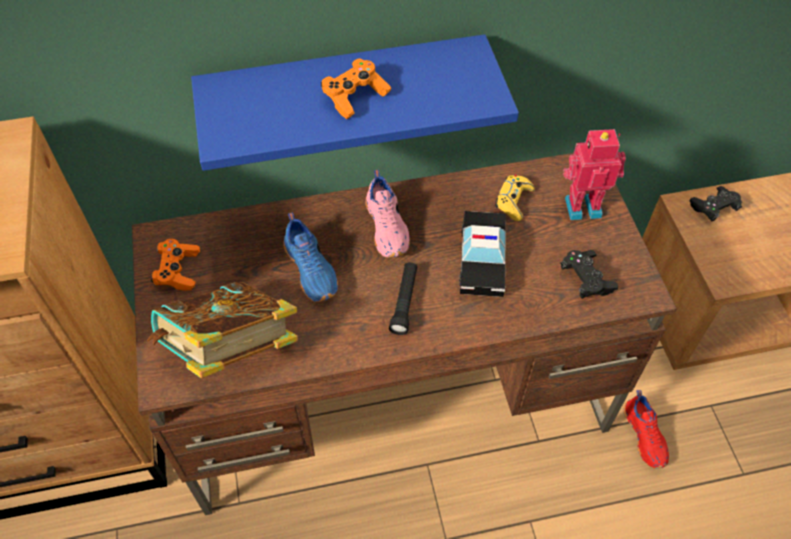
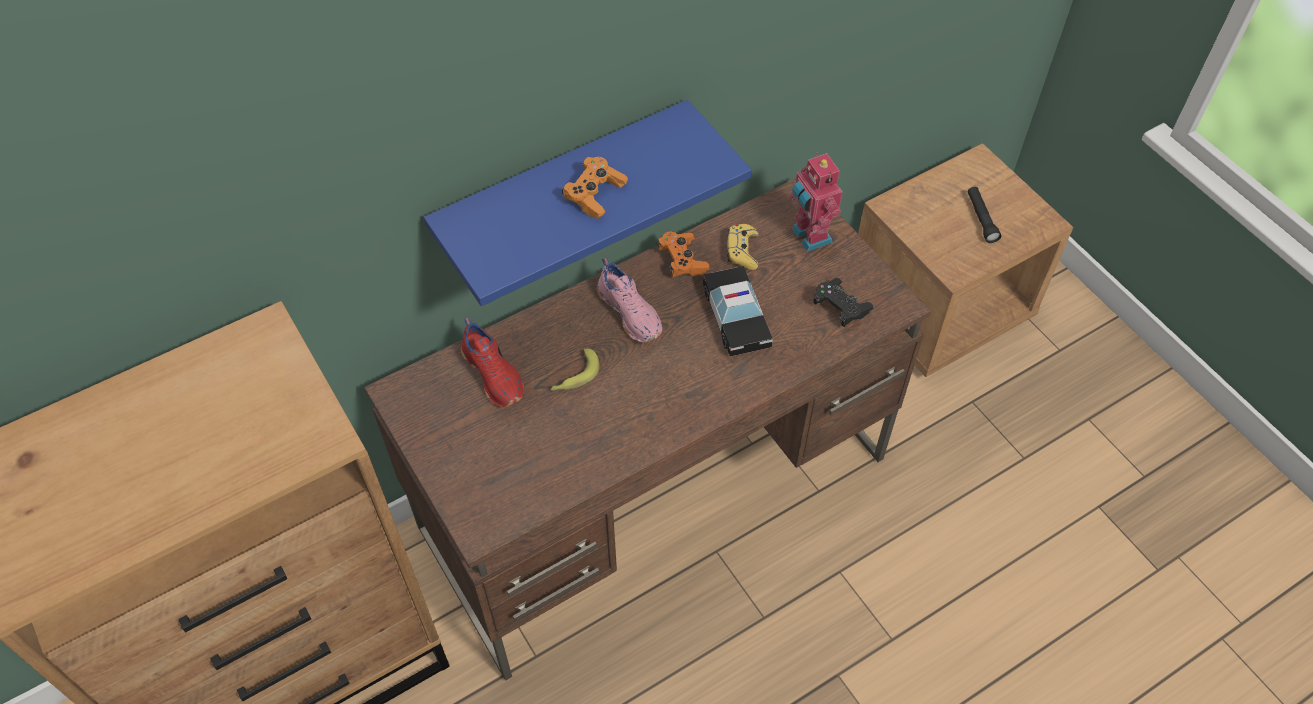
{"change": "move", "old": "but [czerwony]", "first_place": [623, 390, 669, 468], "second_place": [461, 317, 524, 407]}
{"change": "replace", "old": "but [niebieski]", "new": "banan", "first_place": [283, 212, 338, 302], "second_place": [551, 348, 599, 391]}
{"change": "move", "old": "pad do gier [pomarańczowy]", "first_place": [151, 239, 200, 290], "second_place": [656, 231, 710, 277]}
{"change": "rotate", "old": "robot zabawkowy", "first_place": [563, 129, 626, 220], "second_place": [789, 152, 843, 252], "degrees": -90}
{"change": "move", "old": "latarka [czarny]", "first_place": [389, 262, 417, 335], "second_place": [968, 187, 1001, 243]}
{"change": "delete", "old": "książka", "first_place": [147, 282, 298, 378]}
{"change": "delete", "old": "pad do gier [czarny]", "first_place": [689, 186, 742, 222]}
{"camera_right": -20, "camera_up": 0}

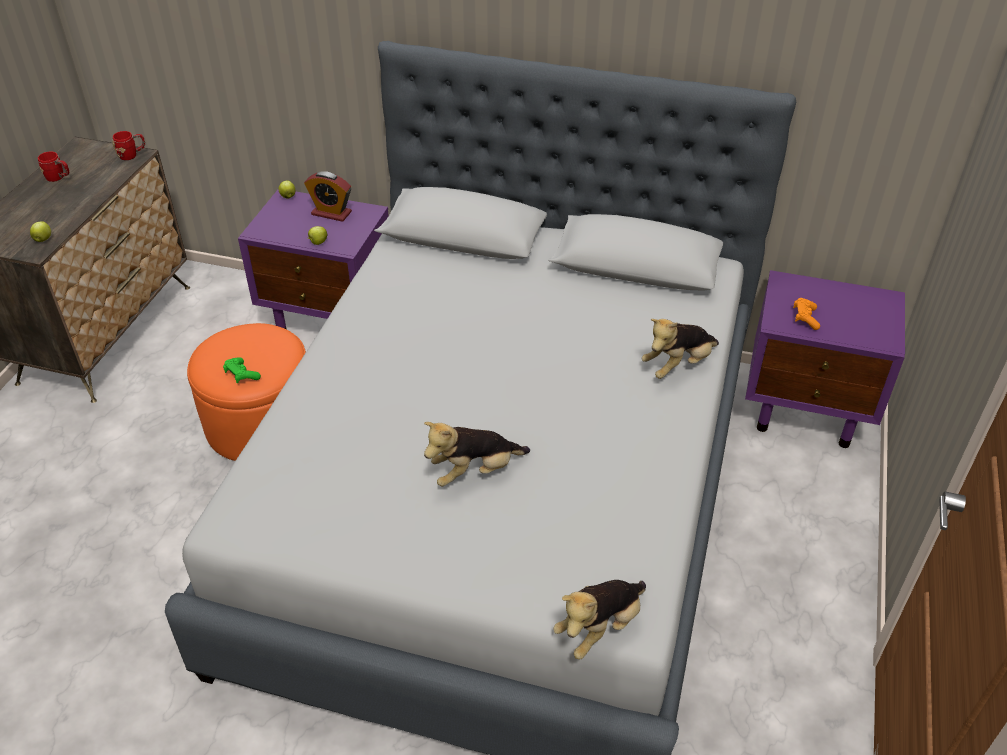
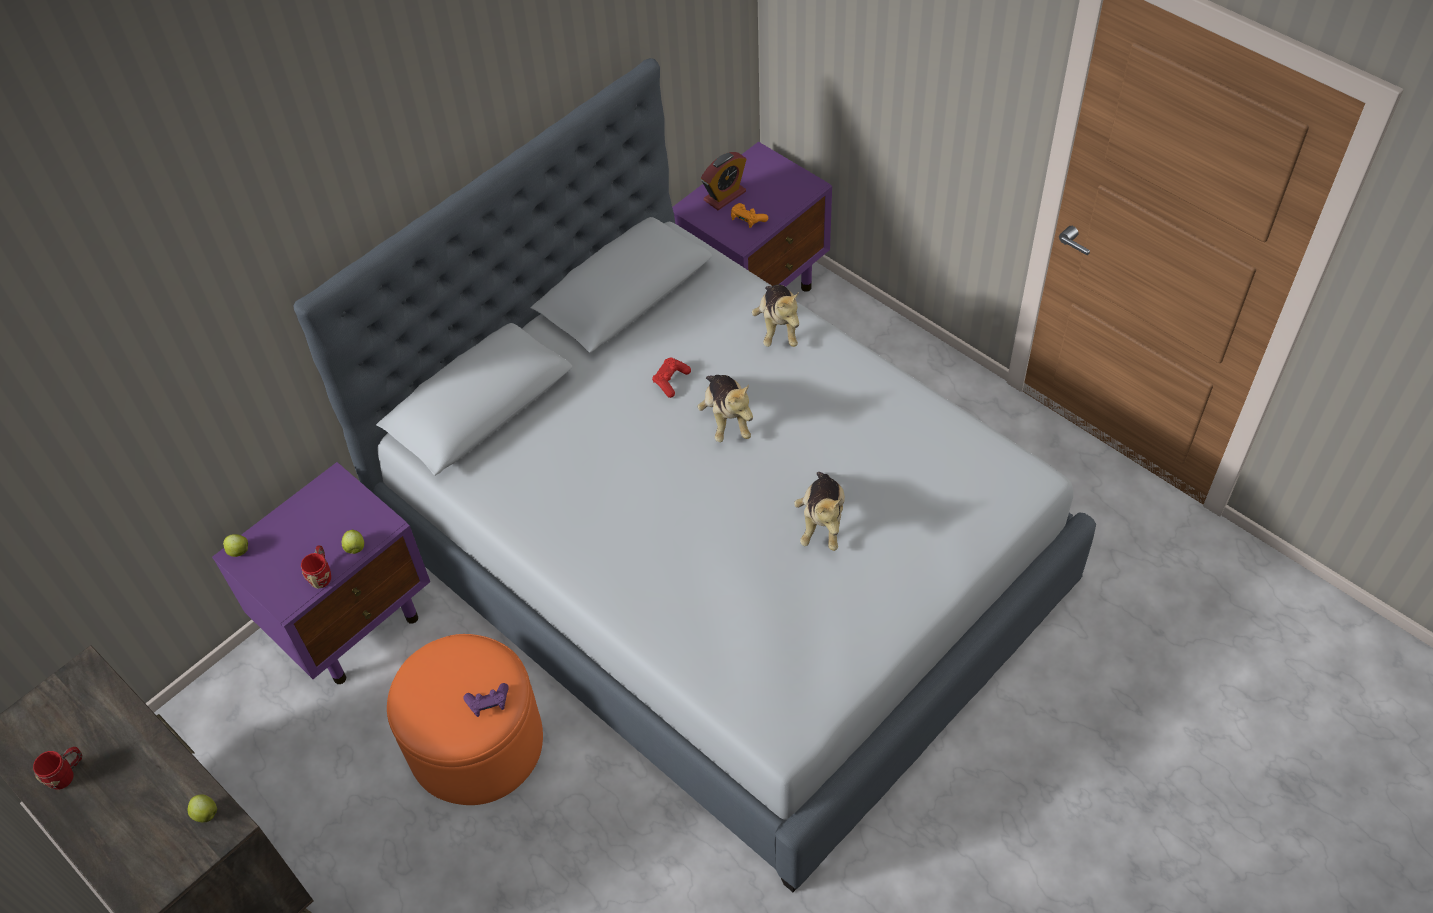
{"change": "move", "old": "kubek [czerwony]", "first_place": [112, 131, 145, 160], "second_place": [301, 546, 331, 589]}
{"change": "recolor", "old": "pad do gier [zielony]", "new": "pad do gier [fioletowy]", "first_place": [223, 357, 261, 383], "second_place": [463, 683, 509, 717]}
{"change": "insert", "new": "pad do gier [czerwony]", "second_place": [652, 358, 691, 398]}
{"change": "move", "old": "pluszak", "first_place": [553, 580, 646, 659], "second_place": [698, 375, 753, 442]}
{"change": "move", "old": "budzik", "first_place": [304, 171, 352, 222], "second_place": [701, 152, 746, 210]}
{"camera_right": -60, "camera_up": 10}

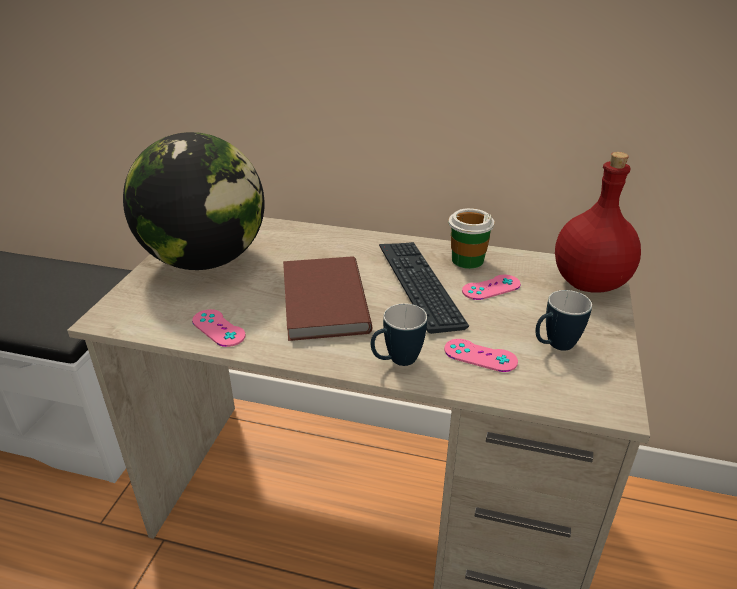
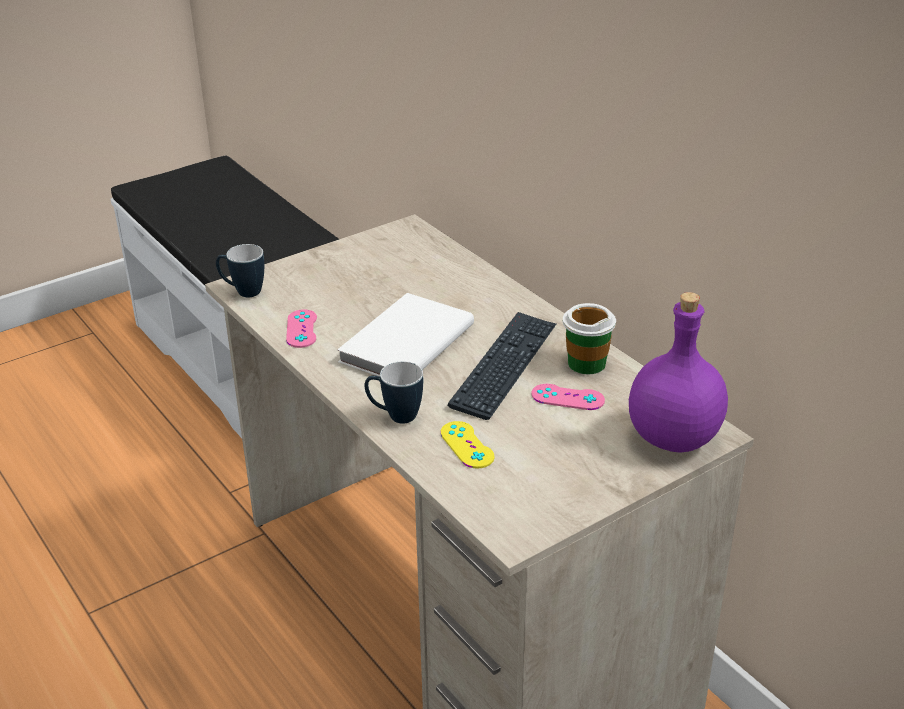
{"change": "move", "old": "kubek", "first_place": [535, 290, 592, 351], "second_place": [216, 244, 264, 298]}
{"change": "recolor", "old": "książka [brązowy]", "new": "książka [biały]", "first_place": [283, 256, 372, 341], "second_place": [337, 293, 474, 376]}
{"change": "recolor", "old": "pad do gier [różowy]", "new": "pad do gier [żółty]", "first_place": [444, 339, 518, 372], "second_place": [440, 421, 494, 468]}
{"change": "recolor", "old": "butelka [czerwony]", "new": "butelka [fioletowy]", "first_place": [555, 152, 641, 293], "second_place": [629, 292, 728, 453]}
{"change": "delete", "old": "globus", "first_place": [123, 132, 264, 270]}
{"camera_right": 40, "camera_up": 0}

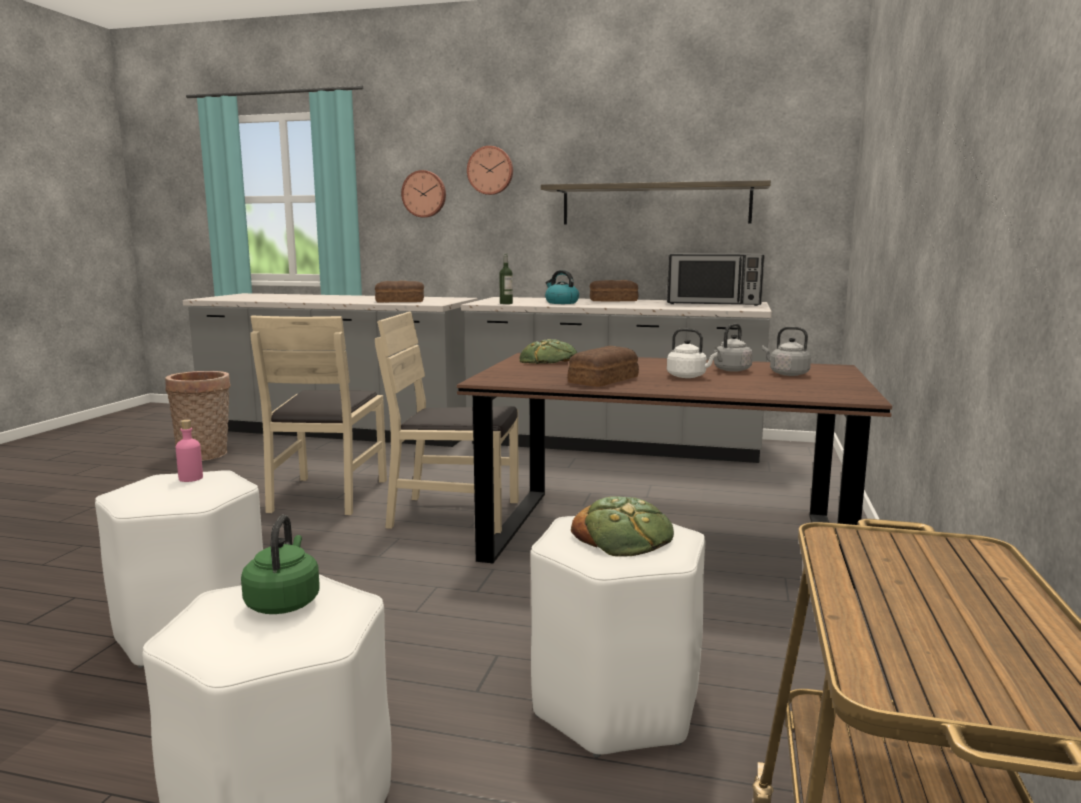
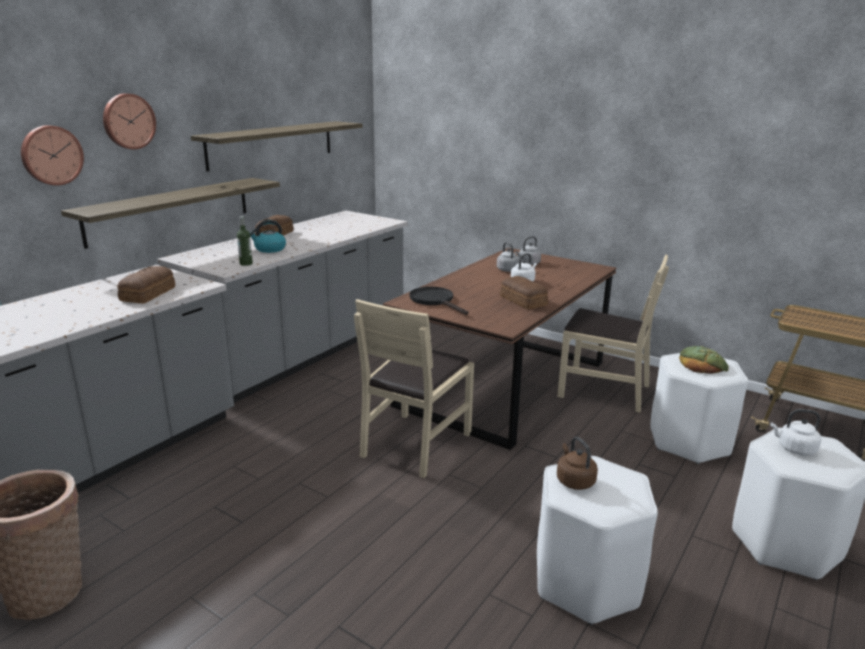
{"change": "insert", "new": "półka", "second_place": [61, 178, 280, 249]}
{"change": "replace", "old": "chleb", "new": "patelnia [czarny]", "first_place": [520, 339, 577, 364], "second_place": [410, 287, 468, 315]}
{"change": "move", "old": "krzesło [beżowy]", "first_place": [250, 315, 387, 515], "second_place": [557, 255, 669, 413]}
{"change": "replace", "old": "butelka [różowy]", "new": "czajnik [brązowy]", "first_place": [176, 420, 203, 482], "second_place": [557, 437, 598, 490]}
{"change": "recolor", "old": "czajnik [zielony]", "new": "czajnik [biały]", "first_place": [241, 515, 320, 614], "second_place": [770, 409, 821, 456]}
{"change": "delete", "old": "mikrofalówka", "first_place": [667, 253, 765, 306]}
{"camera_right": -70, "camera_up": 10}

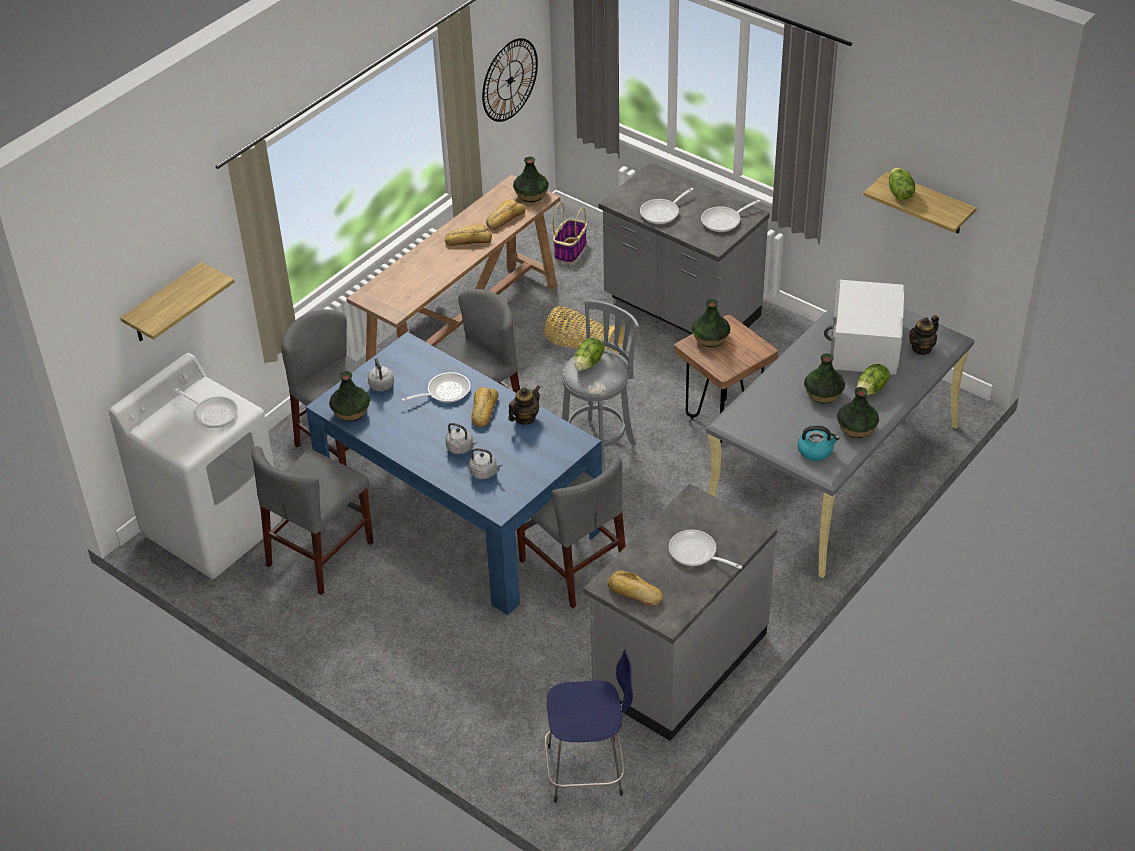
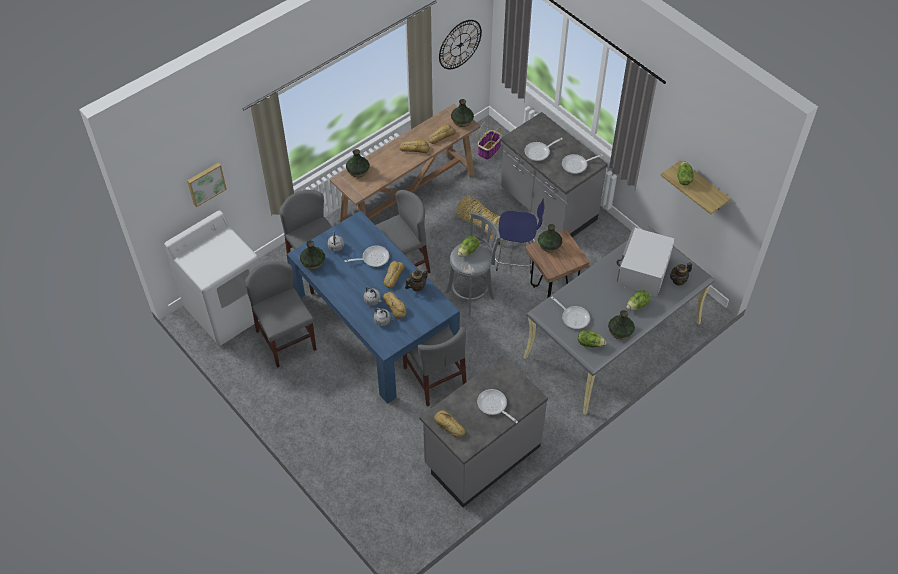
{"change": "replace", "old": "półka", "new": "obraz", "first_place": [120, 262, 235, 341], "second_place": [187, 163, 227, 207]}
{"change": "rotate", "old": "krzesło [szary]", "first_place": [251, 446, 373, 595], "second_place": [245, 261, 317, 368], "degrees": 105}
{"change": "move", "old": "wazon", "first_place": [804, 353, 845, 403], "second_place": [346, 149, 370, 177]}
{"change": "insert", "new": "chleb", "second_place": [383, 292, 407, 319]}
{"change": "move", "old": "stołek [niebieski]", "first_place": [544, 649, 633, 803], "second_place": [495, 198, 545, 274]}
{"change": "move", "old": "patelnia", "first_place": [174, 389, 238, 428], "second_place": [551, 296, 590, 329]}
{"change": "replace", "old": "czajnik", "new": "sałata", "first_place": [798, 425, 840, 461], "second_place": [578, 330, 606, 348]}
{"camera_right": 10, "camera_up": 10}

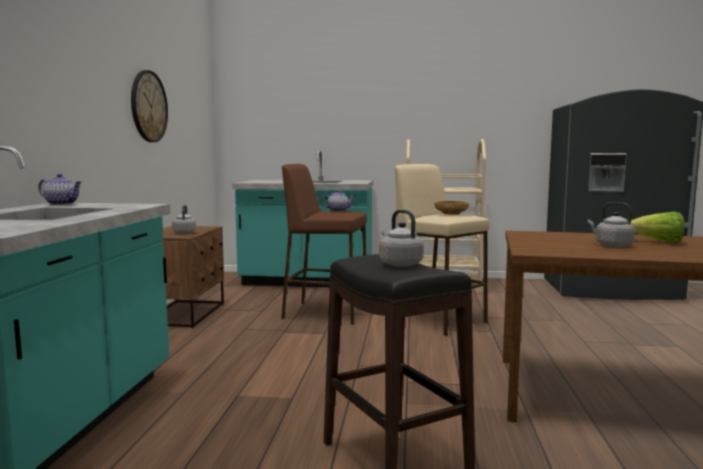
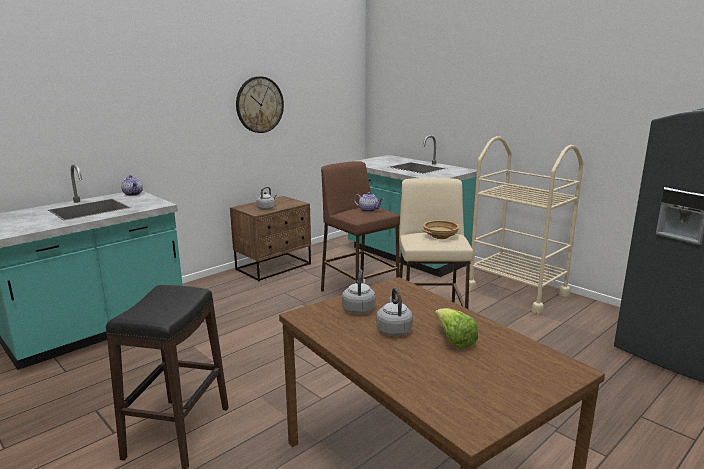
{"change": "move", "old": "czajnik [szary]", "first_place": [379, 210, 424, 267], "second_place": [342, 270, 376, 314]}
{"camera_right": 40, "camera_up": 10}

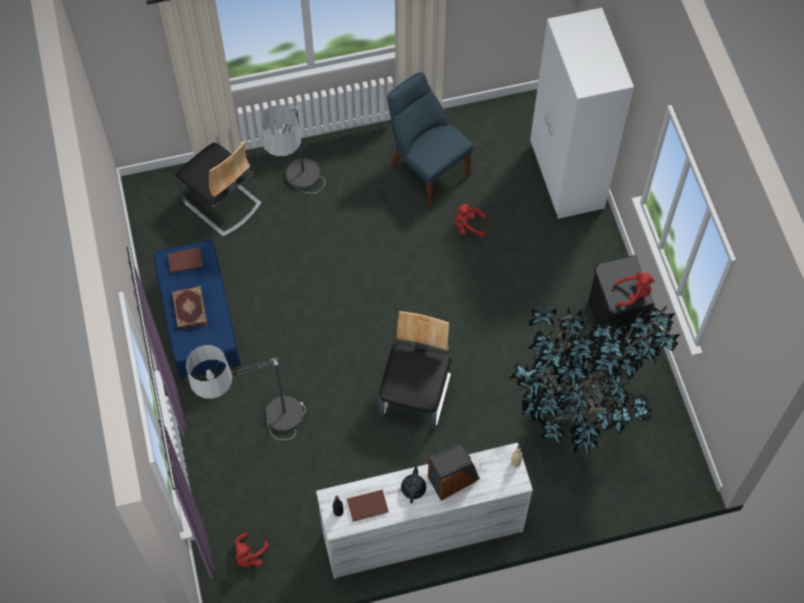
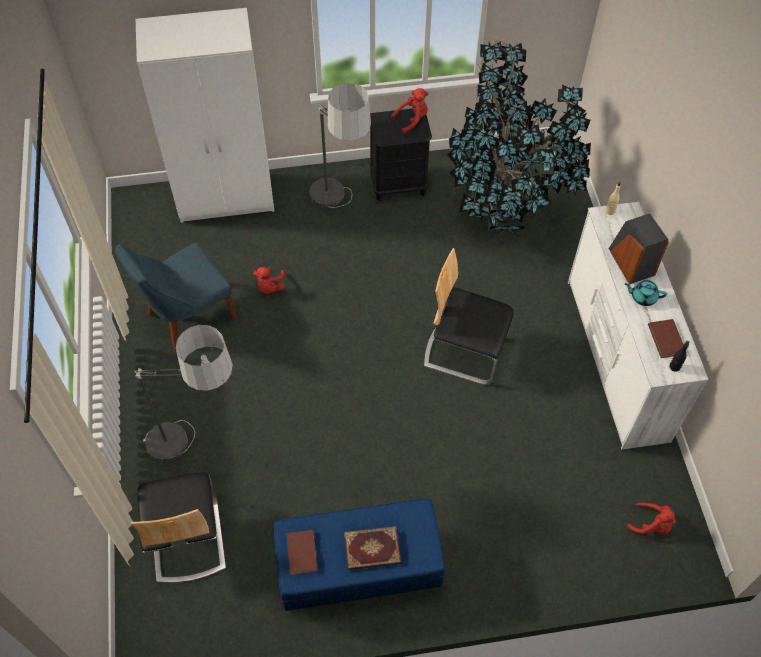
{"change": "rotate", "old": "krzesło", "first_place": [175, 140, 261, 237], "second_place": [131, 472, 226, 583], "degrees": 120}
{"change": "move", "old": "lampa stojąca", "first_place": [186, 345, 306, 440], "second_place": [309, 83, 371, 208]}
{"change": "rotate", "old": "pluszak [czerwony]", "first_place": [614, 272, 655, 307], "second_place": [391, 88, 429, 134], "degrees": 60}
{"change": "recolor", "old": "imbryk [czarny]", "new": "imbryk [turkusowy]", "first_place": [401, 463, 426, 503], "second_place": [625, 280, 667, 306]}
{"camera_right": -85, "camera_up": -5}

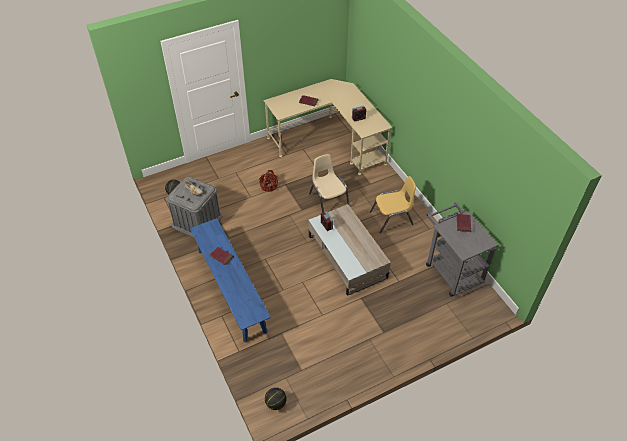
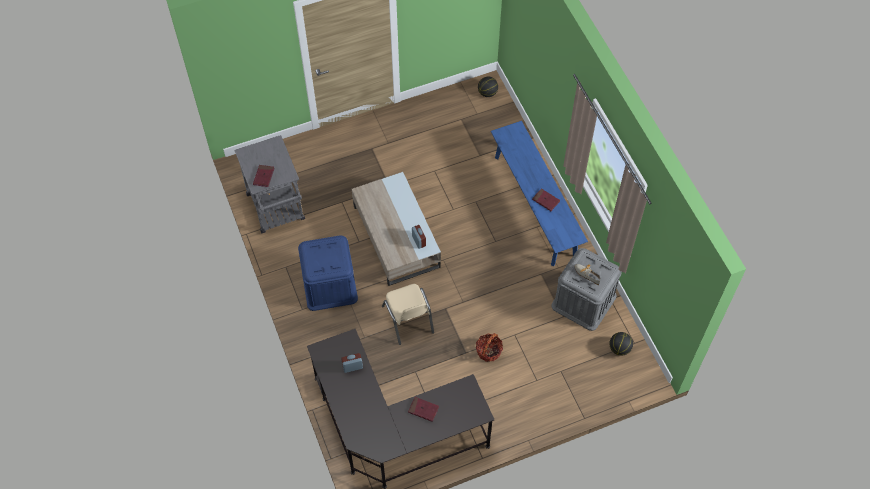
{"change": "replace", "old": "krzesło [żółty]", "new": "pojemnik do przechowywania [niebieski]", "first_place": [370, 176, 416, 233], "second_place": [298, 236, 358, 311]}
{"change": "recolor", "old": "biurko [beżowy]", "new": "biurko [czarny]", "first_place": [264, 79, 392, 175], "second_place": [307, 329, 495, 489]}
{"camera_right": -175, "camera_up": 10}

